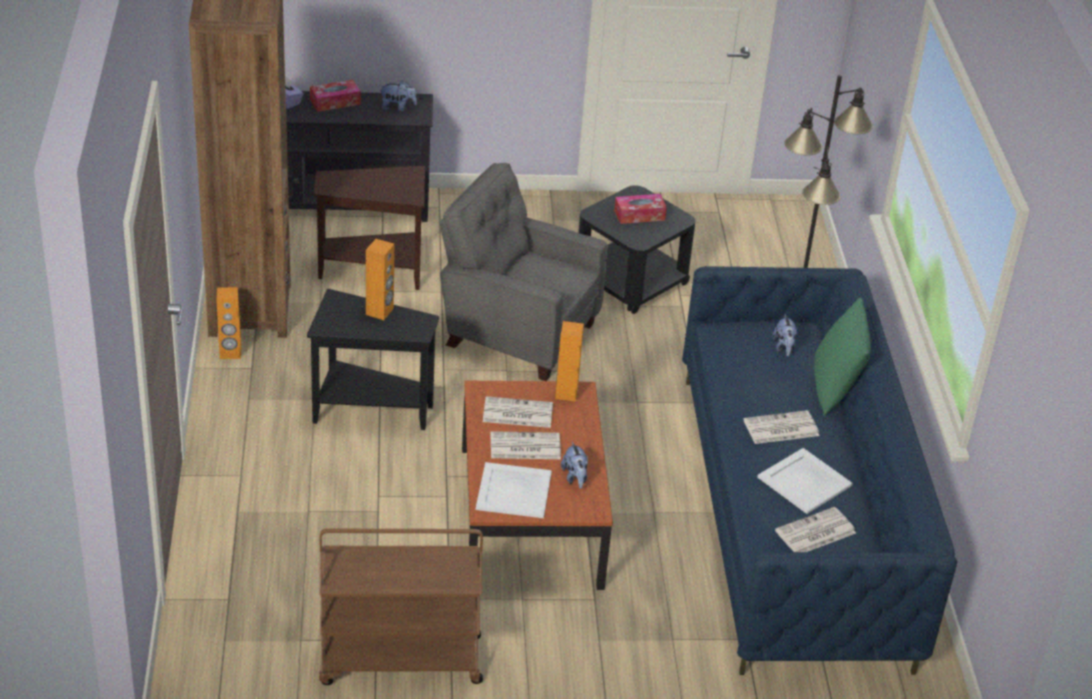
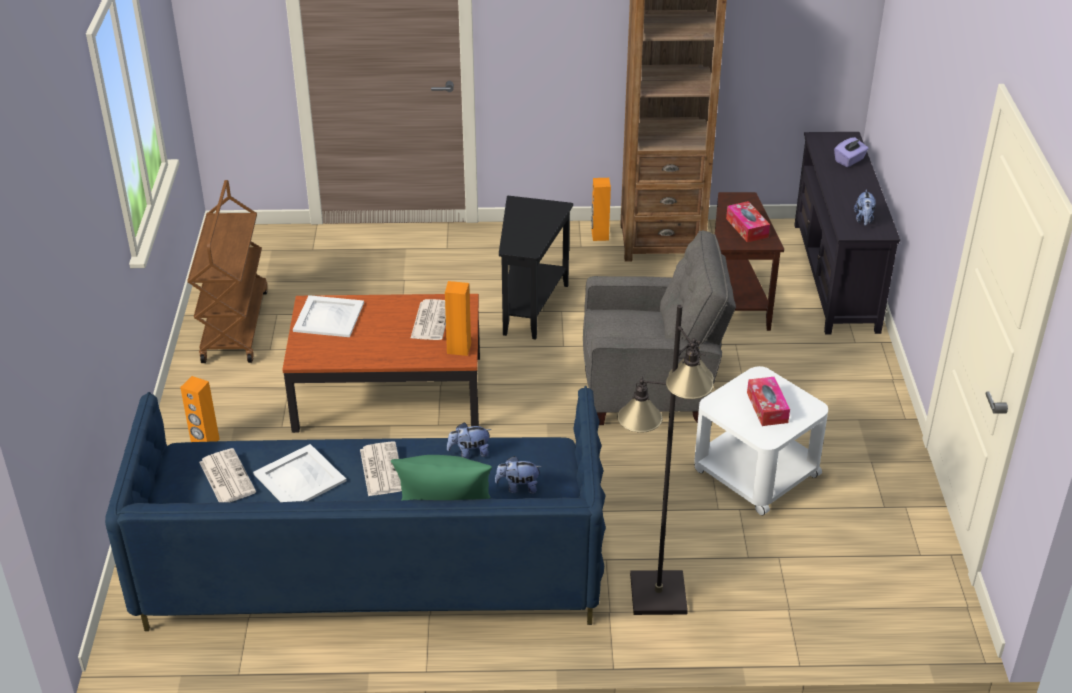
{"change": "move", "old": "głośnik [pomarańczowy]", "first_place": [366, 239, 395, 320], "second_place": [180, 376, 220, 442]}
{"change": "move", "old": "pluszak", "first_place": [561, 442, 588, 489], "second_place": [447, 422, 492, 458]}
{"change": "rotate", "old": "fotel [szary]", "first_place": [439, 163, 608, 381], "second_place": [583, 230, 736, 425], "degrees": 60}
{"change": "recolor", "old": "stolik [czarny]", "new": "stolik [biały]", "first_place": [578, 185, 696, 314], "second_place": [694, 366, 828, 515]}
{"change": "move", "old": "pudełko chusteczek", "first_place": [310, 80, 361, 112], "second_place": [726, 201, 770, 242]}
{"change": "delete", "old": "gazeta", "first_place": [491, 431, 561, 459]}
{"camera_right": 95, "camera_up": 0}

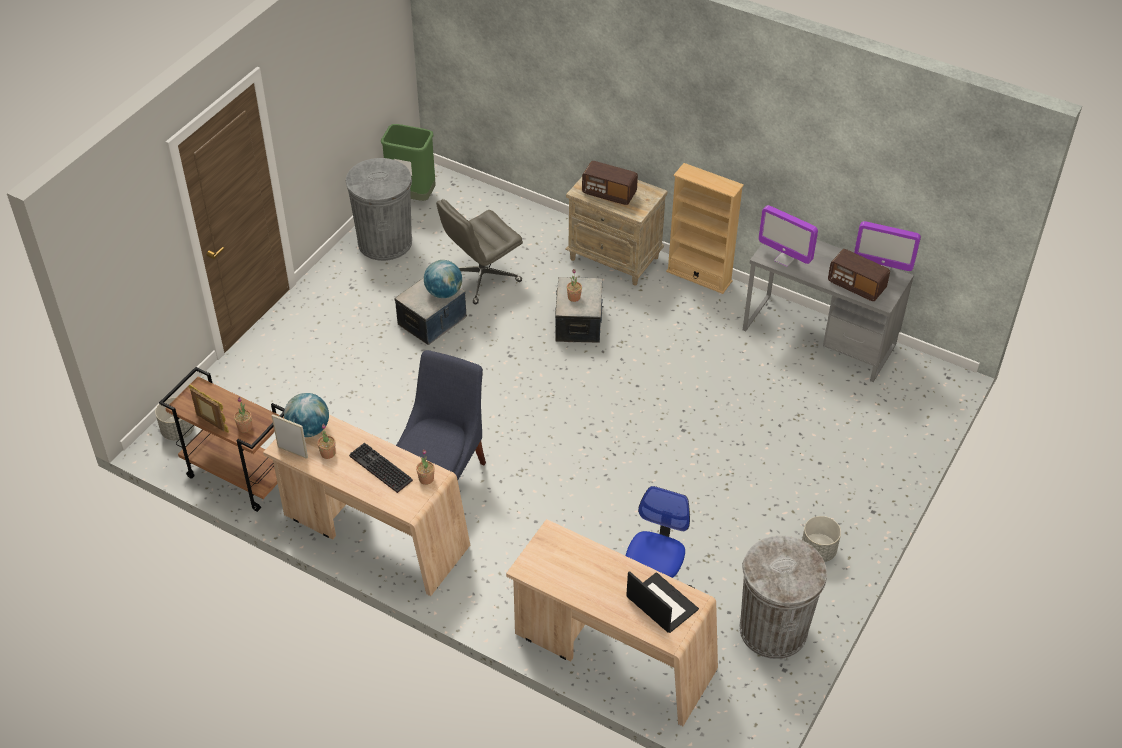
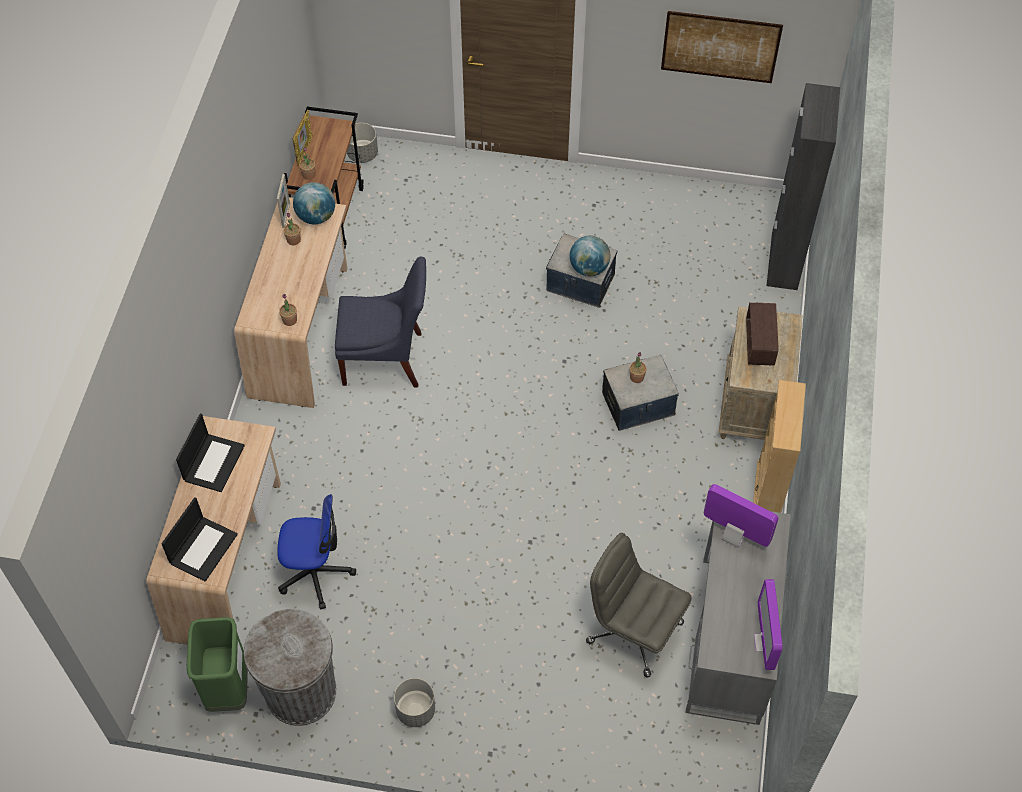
{"change": "insert", "new": "laptop", "second_place": [176, 414, 245, 492]}
{"change": "move", "old": "kosz na śmieci [zielony]", "first_place": [381, 124, 436, 201], "second_place": [187, 617, 248, 712]}
{"change": "move", "old": "krzesło biurowe [szary]", "first_place": [436, 199, 523, 304], "second_place": [586, 533, 692, 678]}
{"change": "insert", "new": "obraz", "second_place": [661, 11, 783, 83]}
{"change": "rotate", "old": "monitor", "first_place": [758, 205, 818, 267], "second_place": [704, 484, 778, 548], "degrees": 105}
{"change": "insert", "new": "szafka [czarny]", "second_place": [766, 83, 840, 290]}
{"change": "delete", "old": "kosz na śmieci [szary]", "first_place": [346, 158, 412, 261]}
{"change": "delete", "old": "klawiatura", "first_place": [349, 443, 413, 493]}
{"change": "delete", "old": "radio", "first_place": [828, 249, 890, 301]}
{"camera_right": 70, "camera_up": 10}

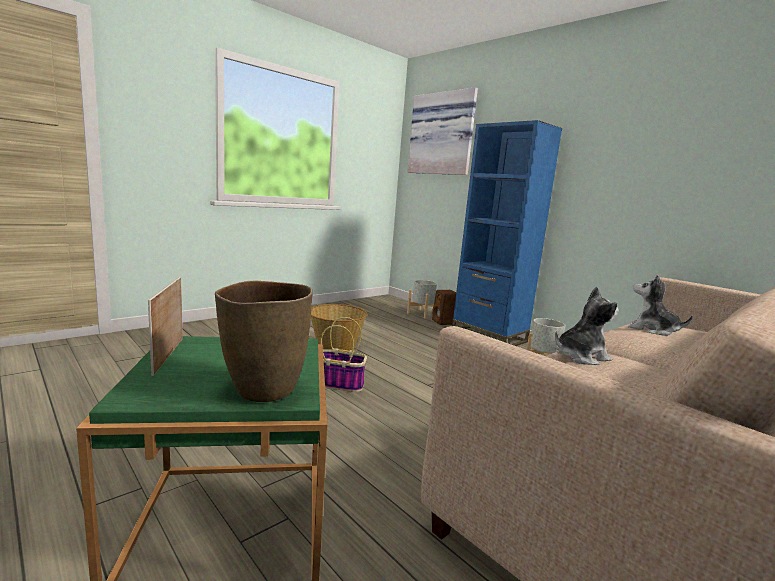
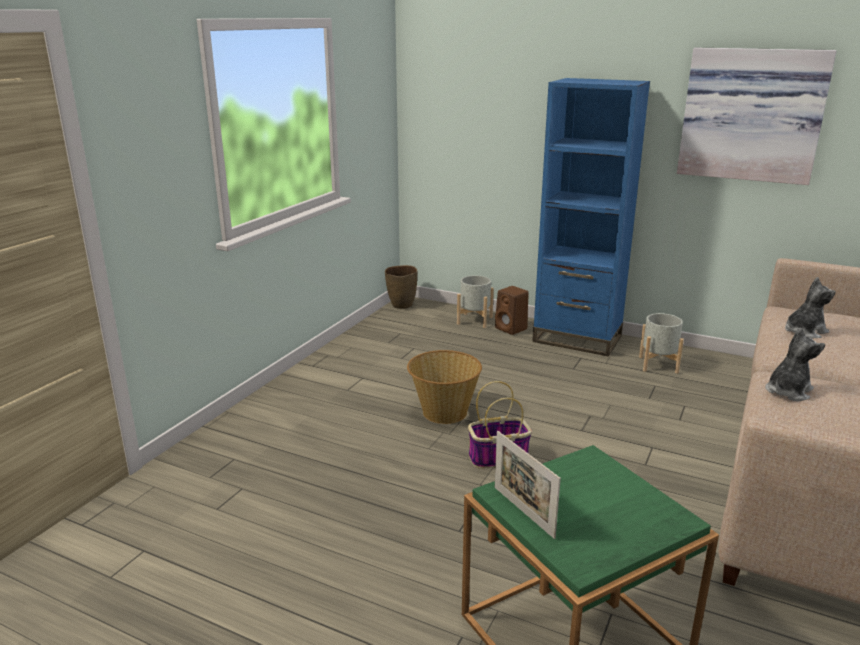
{"change": "move", "old": "wazon [brązowy]", "first_place": [215, 281, 313, 402], "second_place": [385, 265, 417, 309]}
{"change": "move", "old": "obraz", "first_place": [407, 87, 478, 175], "second_place": [677, 48, 837, 185]}
{"change": "rotate", "old": "pluszak", "first_place": [628, 274, 693, 336], "second_place": [785, 277, 836, 338], "degrees": 135}
{"camera_right": -20, "camera_up": 10}

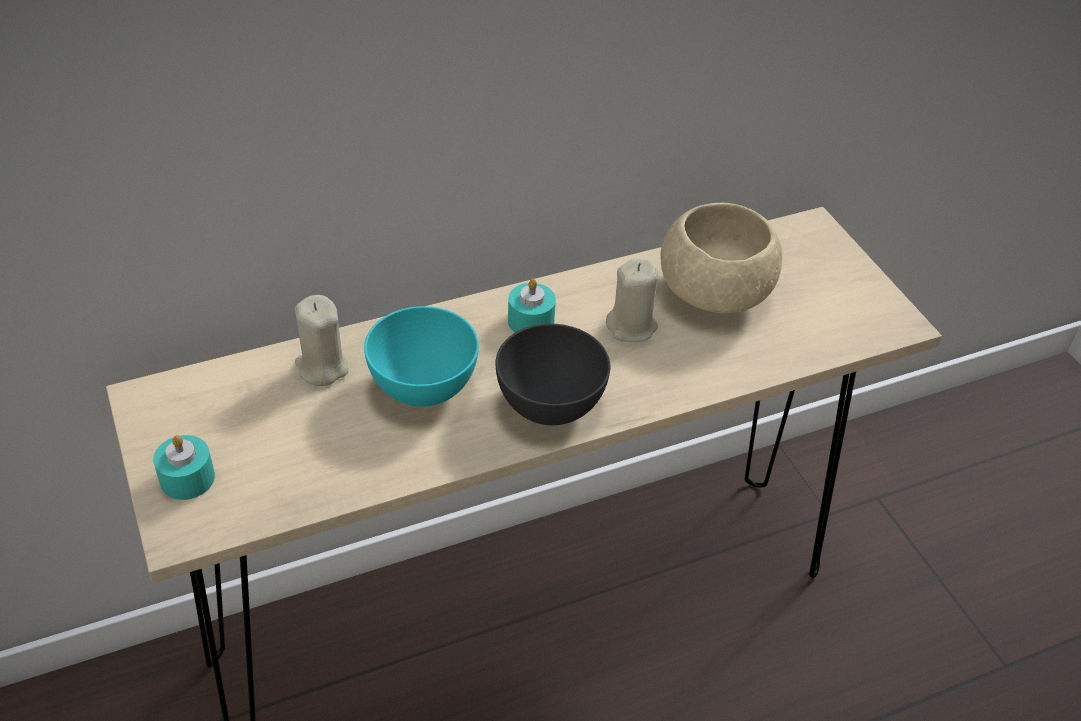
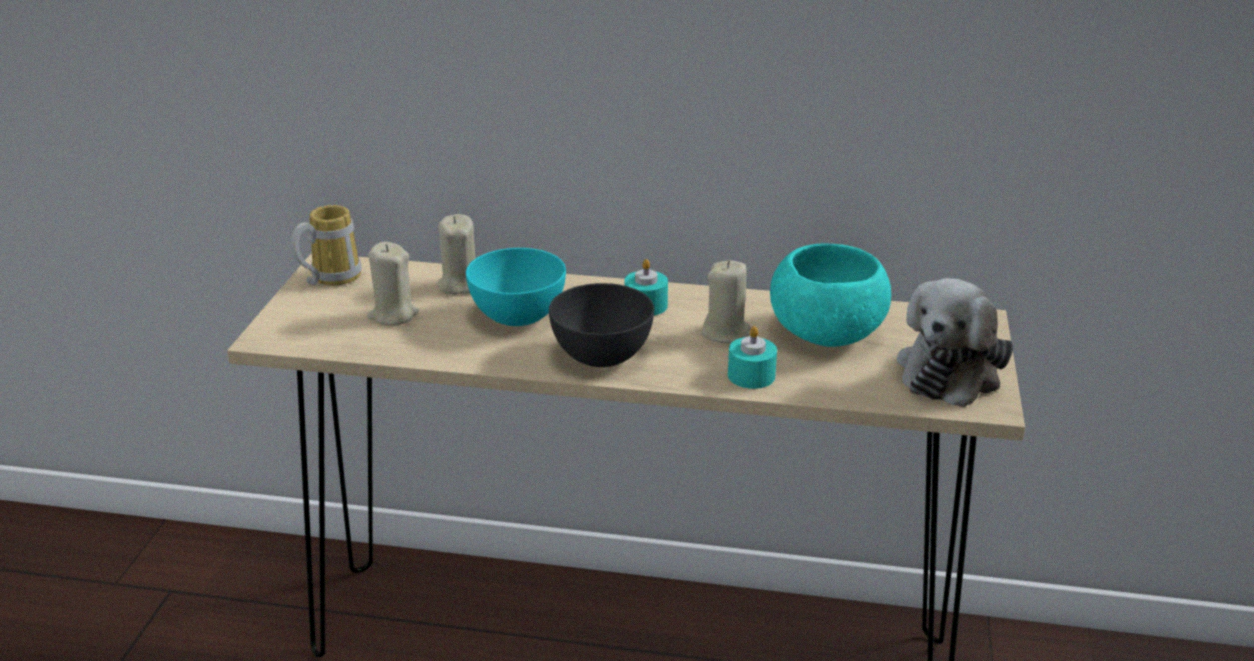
{"change": "insert", "new": "kubek", "second_place": [291, 205, 362, 286]}
{"change": "insert", "new": "świeca [beżowy]", "second_place": [367, 242, 419, 326]}
{"change": "move", "old": "świeca [turkusowy]", "first_place": [153, 435, 215, 500], "second_place": [728, 326, 777, 389]}
{"change": "recolor", "old": "miska [beżowy]", "new": "miska [turkusowy]", "first_place": [661, 203, 782, 314], "second_place": [770, 244, 891, 347]}
{"change": "insert", "new": "pluszak", "second_place": [897, 278, 1013, 407]}
{"camera_right": 35, "camera_up": -15}

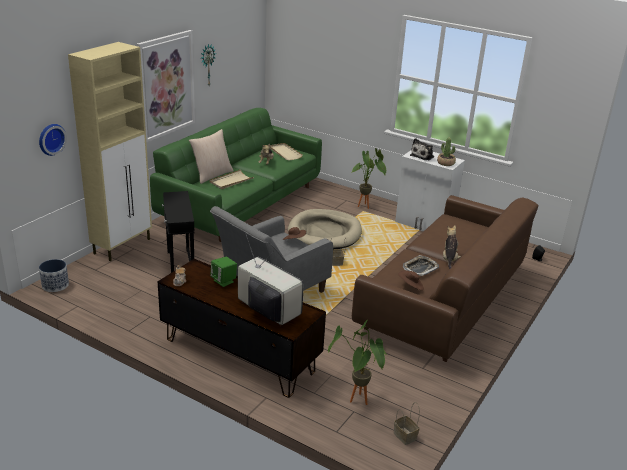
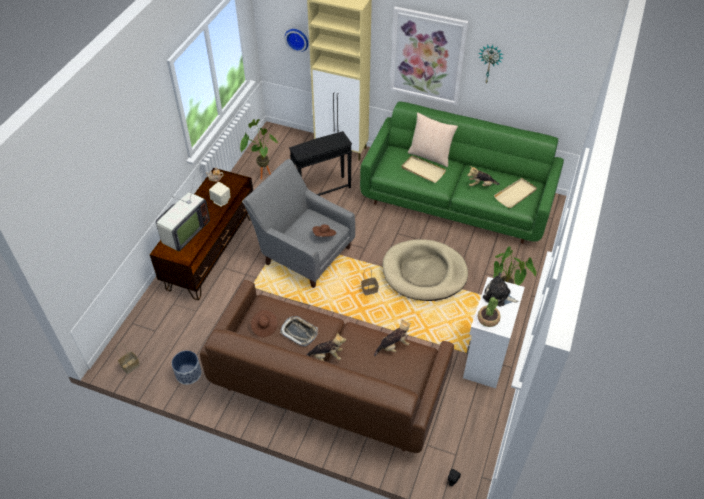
{"change": "move", "old": "donica", "first_place": [39, 259, 69, 292], "second_place": [172, 351, 201, 385]}
{"change": "recolor", "old": "głośnik [zielony]", "new": "głośnik [beżowy]", "first_place": [210, 257, 237, 287], "second_place": [209, 181, 230, 207]}
{"change": "move", "old": "roślina doniczkowa", "first_place": [328, 320, 388, 405], "second_place": [240, 119, 279, 180]}
{"change": "insert", "new": "pluszak", "second_place": [374, 319, 411, 356]}
{"camera_right": 80, "camera_up": 20}

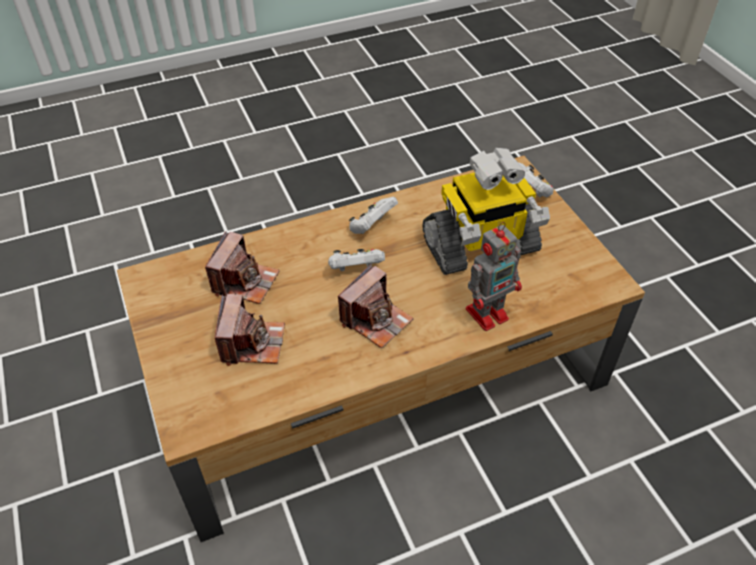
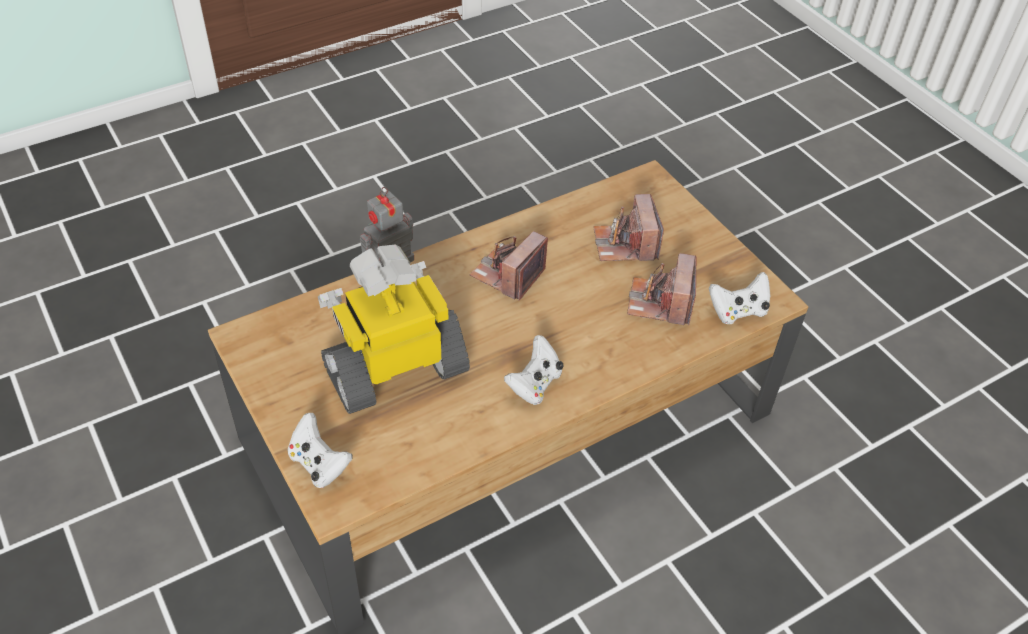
{"change": "move", "old": "pad do gier [biały]", "first_place": [328, 249, 385, 271], "second_place": [709, 272, 770, 324]}
{"camera_right": 170, "camera_up": 0}

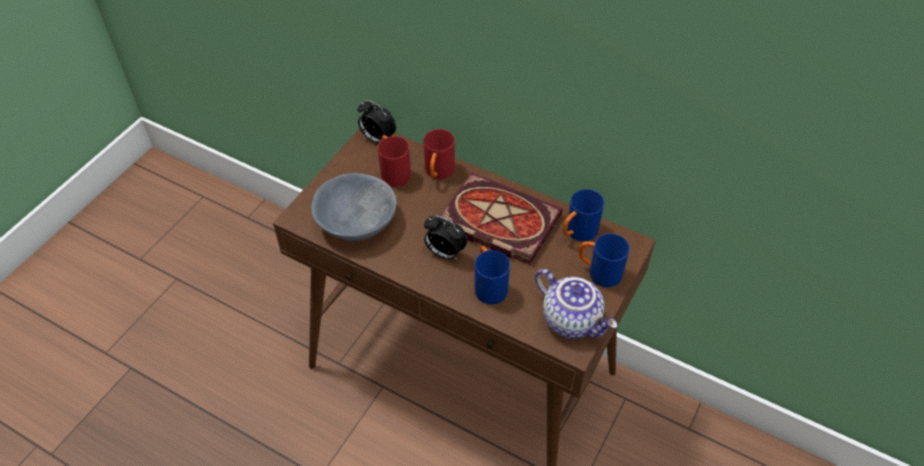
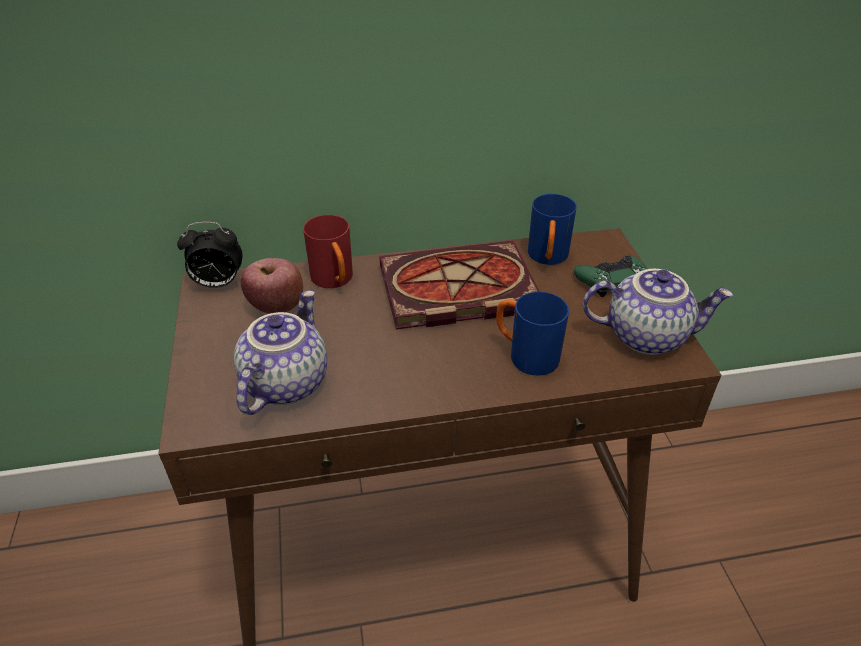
{"change": "replace", "old": "miska [szary]", "new": "imbryk", "first_place": [311, 173, 396, 241], "second_place": [234, 290, 327, 415]}
{"change": "replace", "old": "kubek [czerwony]", "new": "jabłko", "first_place": [378, 135, 411, 187], "second_place": [241, 258, 303, 314]}
{"change": "replace", "old": "kubek [niebieski]", "new": "pad do gier [zielony]", "first_place": [579, 234, 630, 287], "second_place": [574, 255, 647, 297]}
{"change": "delete", "old": "budzik", "first_place": [424, 215, 468, 260]}
{"camera_right": -40, "camera_up": -10}

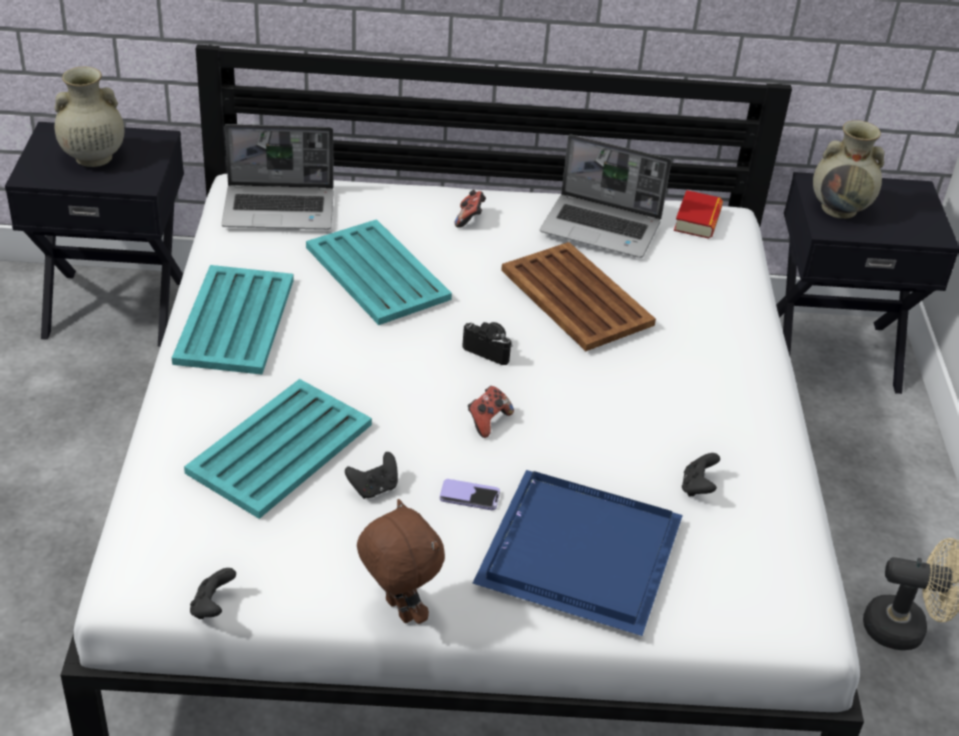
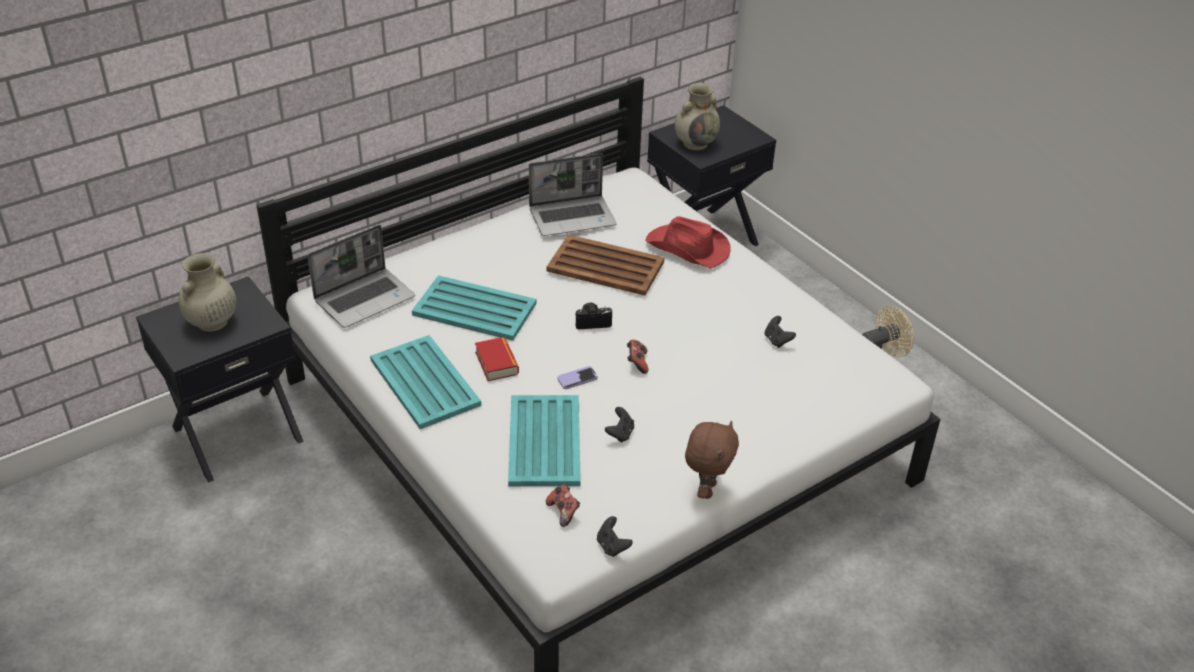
{"change": "move", "old": "książka", "first_place": [674, 190, 723, 239], "second_place": [475, 337, 519, 381]}
{"change": "move", "old": "pad do gier", "first_place": [455, 190, 486, 228], "second_place": [546, 485, 580, 527]}
{"change": "move", "old": "telefon", "first_place": [440, 479, 500, 510], "second_place": [557, 366, 598, 389]}
{"change": "insert", "new": "kapelusz [czerwony]", "second_place": [645, 217, 731, 269]}
{"change": "rotate", "old": "pluszak [brązowy]", "first_place": [357, 499, 445, 624], "second_place": [685, 421, 739, 499], "degrees": 90}
{"change": "delete", "old": "taca [niebieski]", "first_place": [472, 470, 683, 636]}
{"camera_right": -35, "camera_up": 0}

